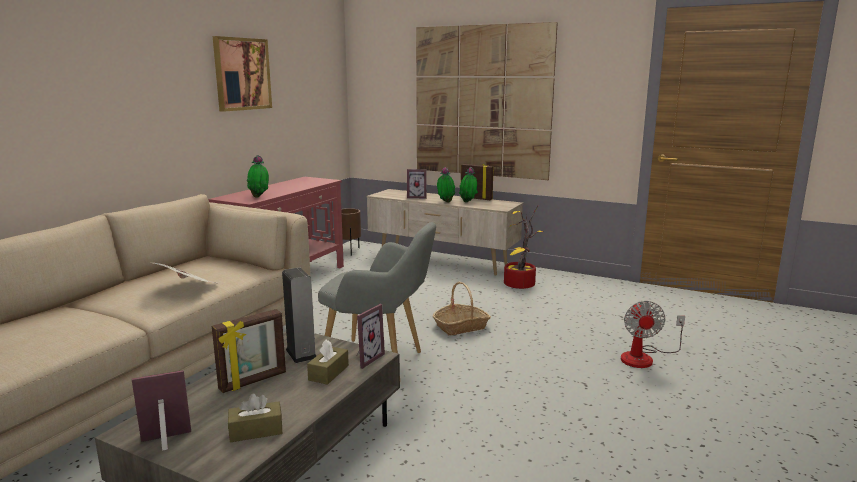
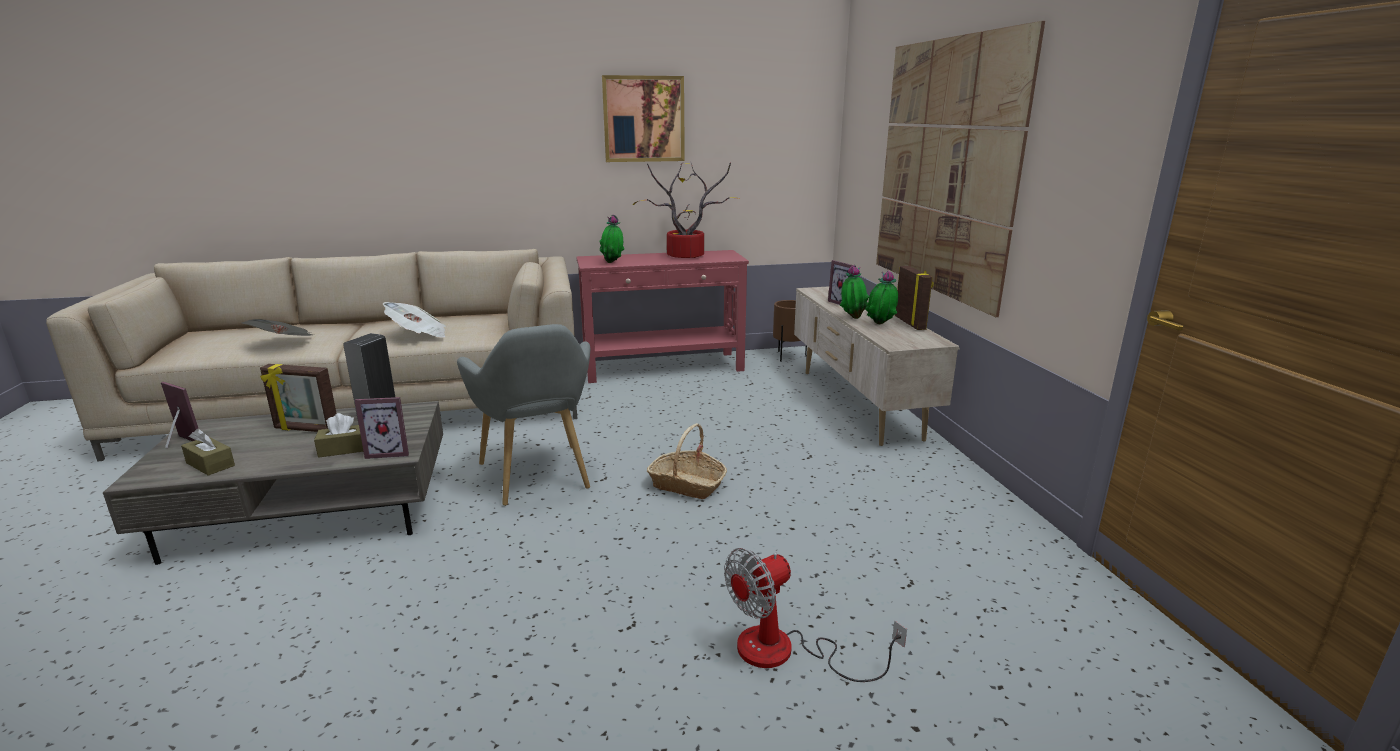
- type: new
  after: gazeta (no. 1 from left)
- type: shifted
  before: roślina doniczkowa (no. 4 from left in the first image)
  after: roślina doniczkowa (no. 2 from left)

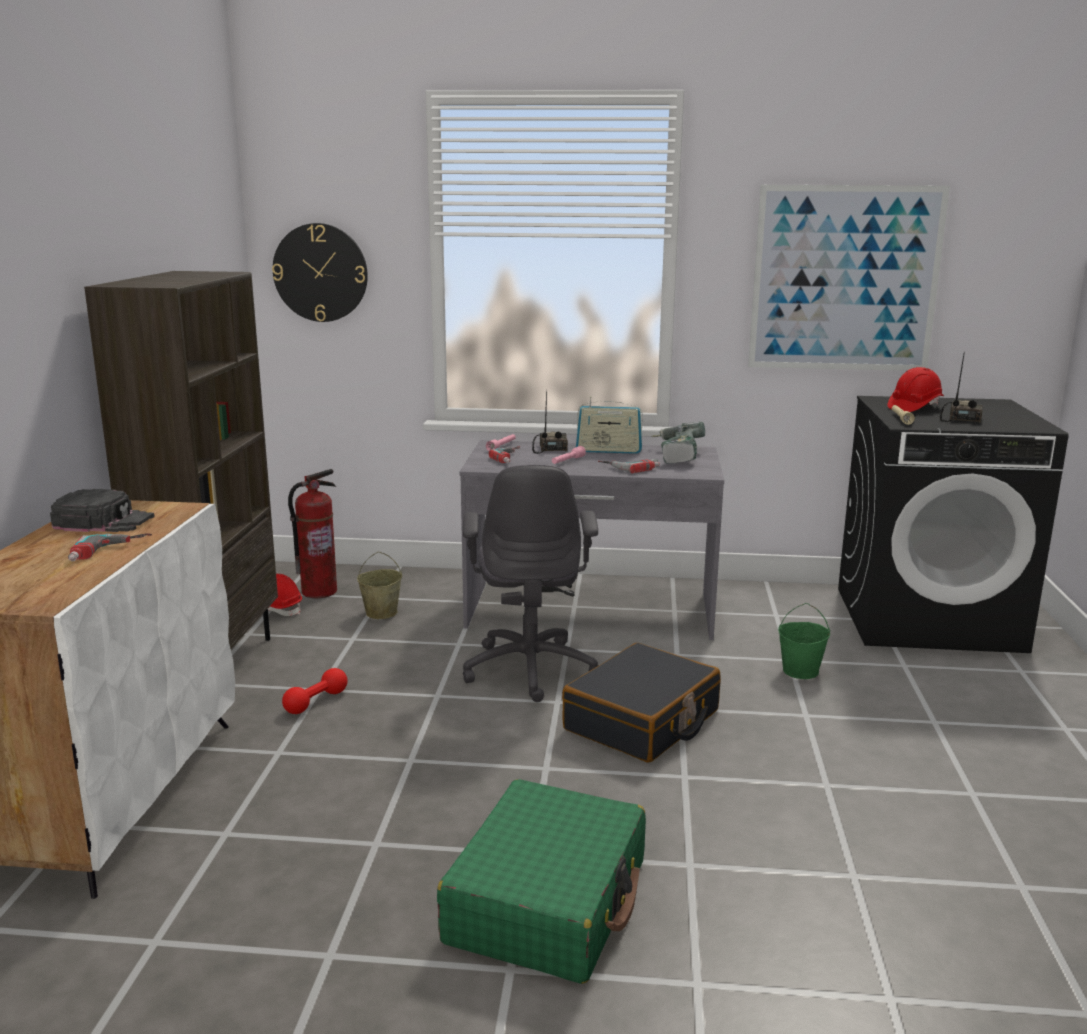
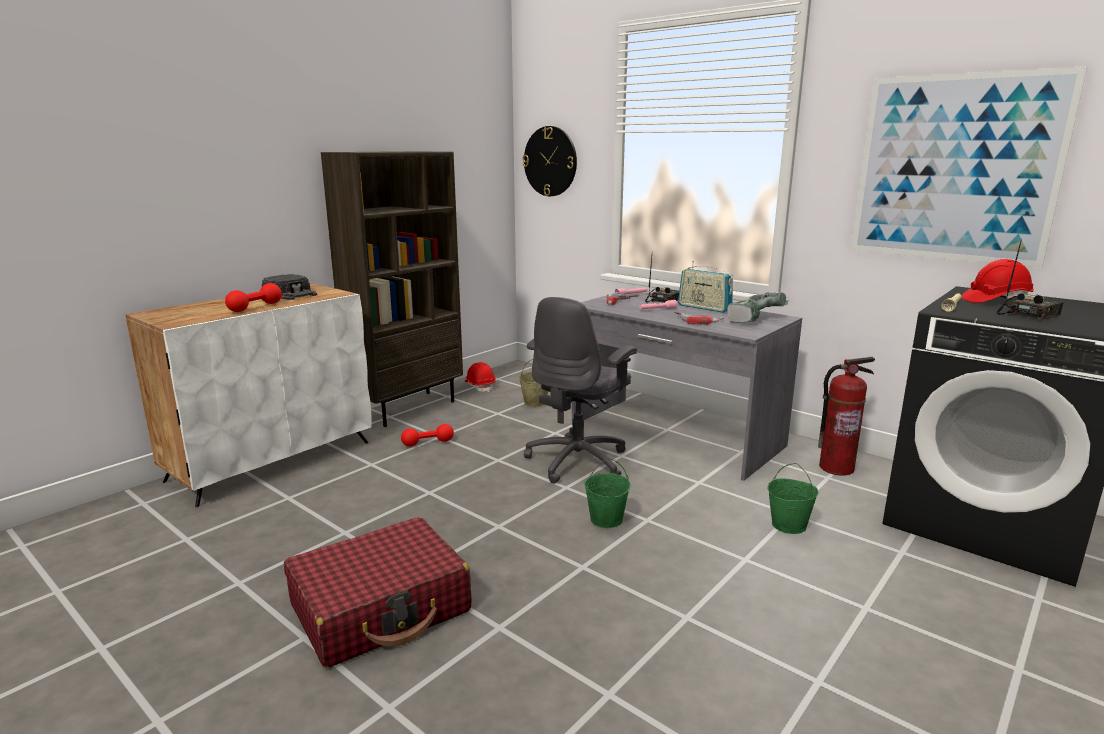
- type: shifted
  before: gaśnica
- type: swapped
  before: wiertarka (no. 1 from left)
  after: hantel (czerwony) (no. 1 from left)
- type: swapped
  before: walizka (czarny)
  after: wiadro (zielony) (no. 1 from left)
- type: repainted
  before: walizka (zielony)
  after: walizka (czerwony)

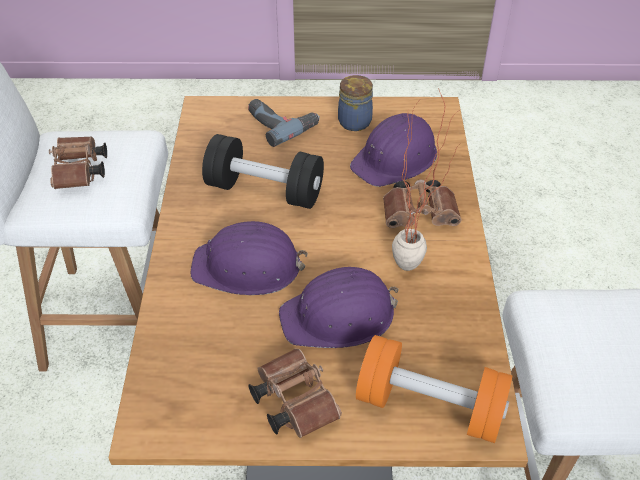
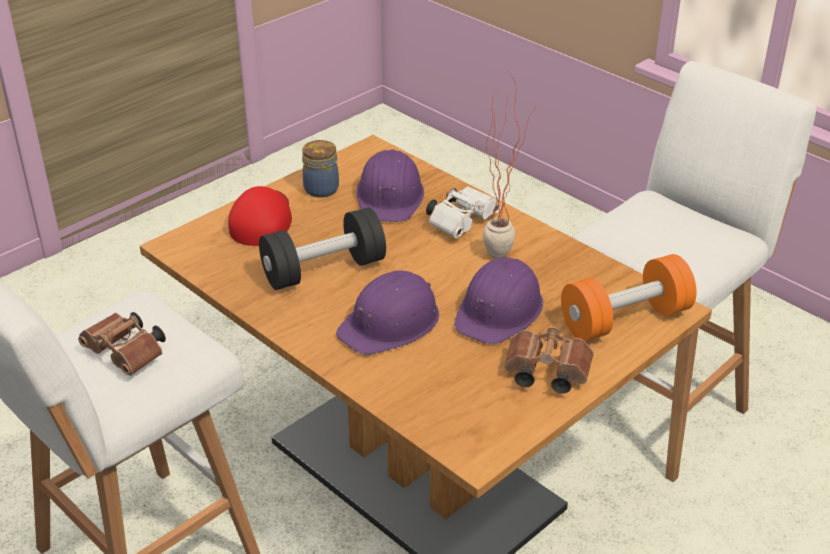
- type: swapped
  before: wiertarka
  after: czapka z daszkiem (czerwony)
- type: repainted
  before: lornetka (brązowy) (no. 3 from left)
  after: lornetka (biały)

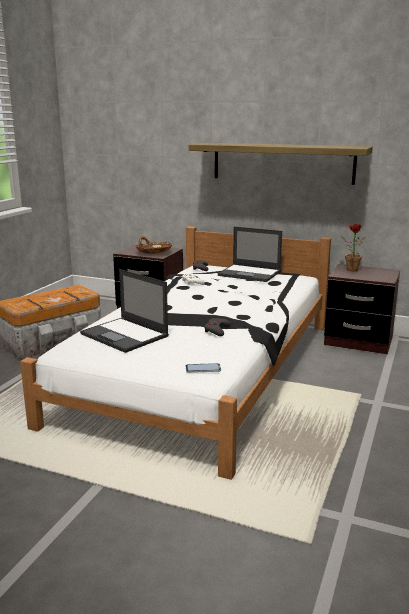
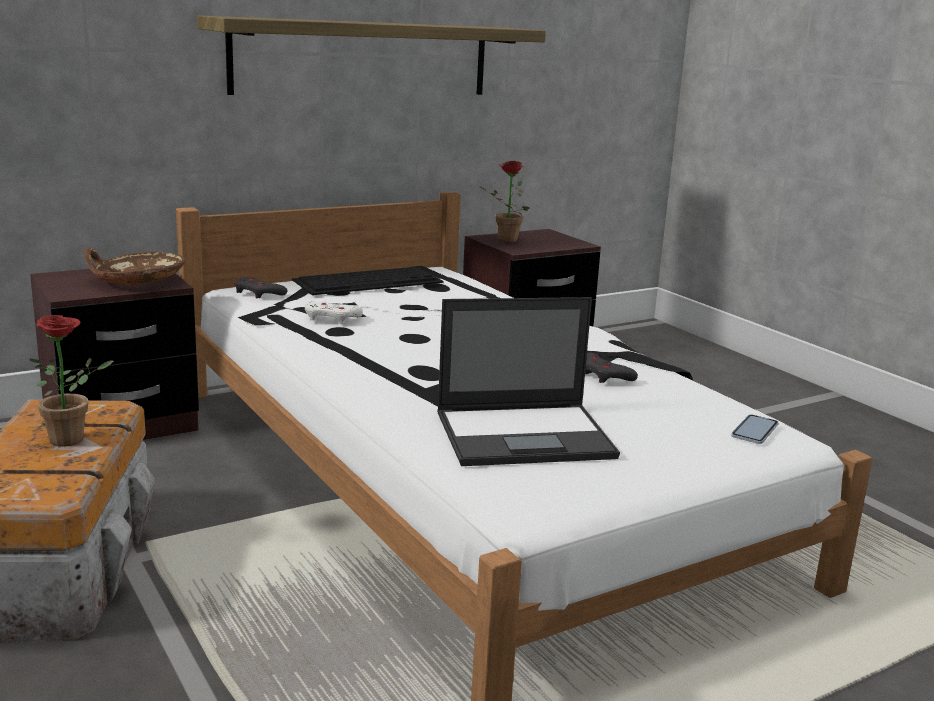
- type: new
  after: roślina doniczkowa (no. 1 from left)
- type: swapped
  before: laptop (no. 2 from left)
  after: klawiatura

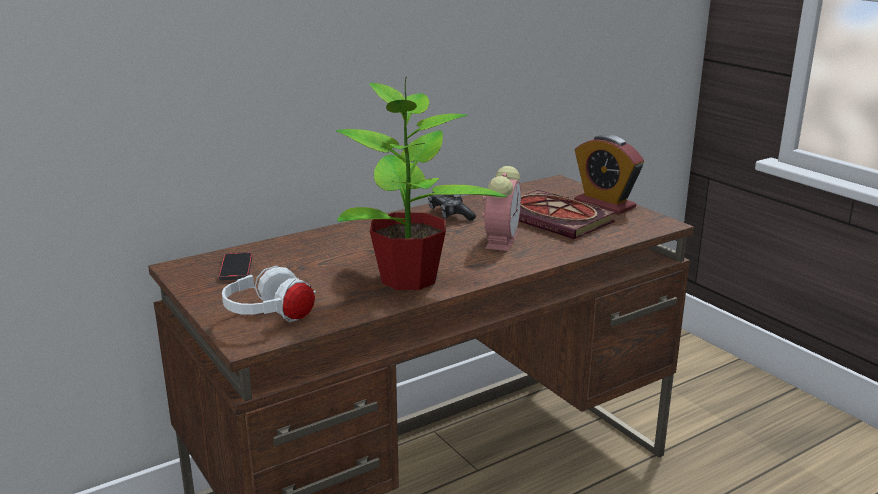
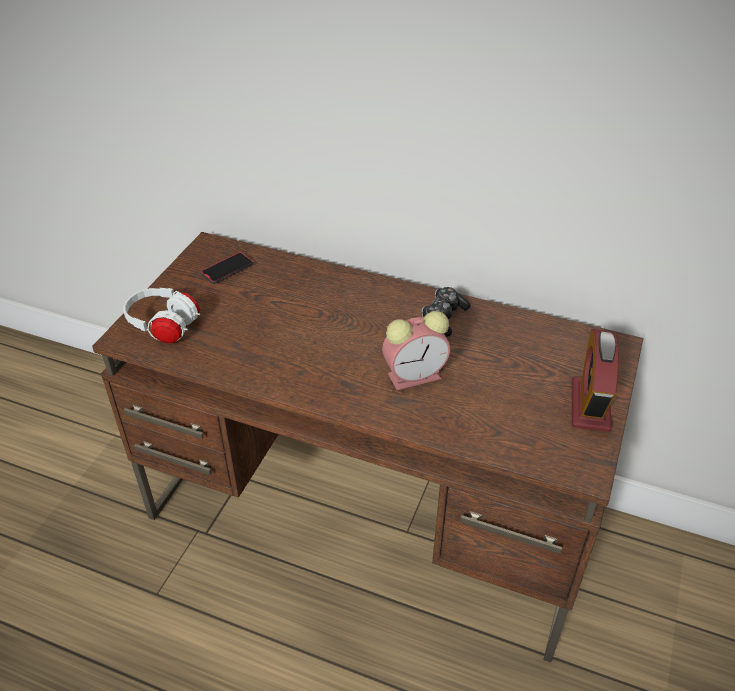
- type: gone
  before: roślina doniczkowa
- type: gone
  before: książka

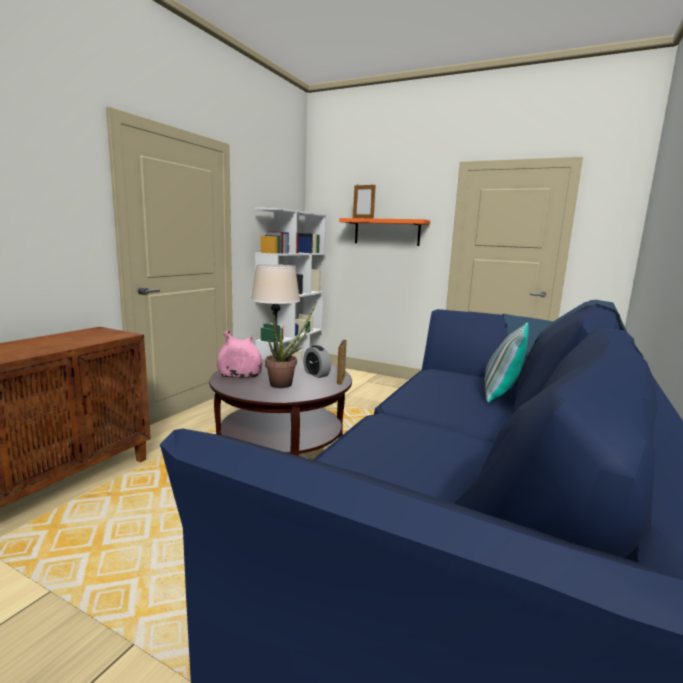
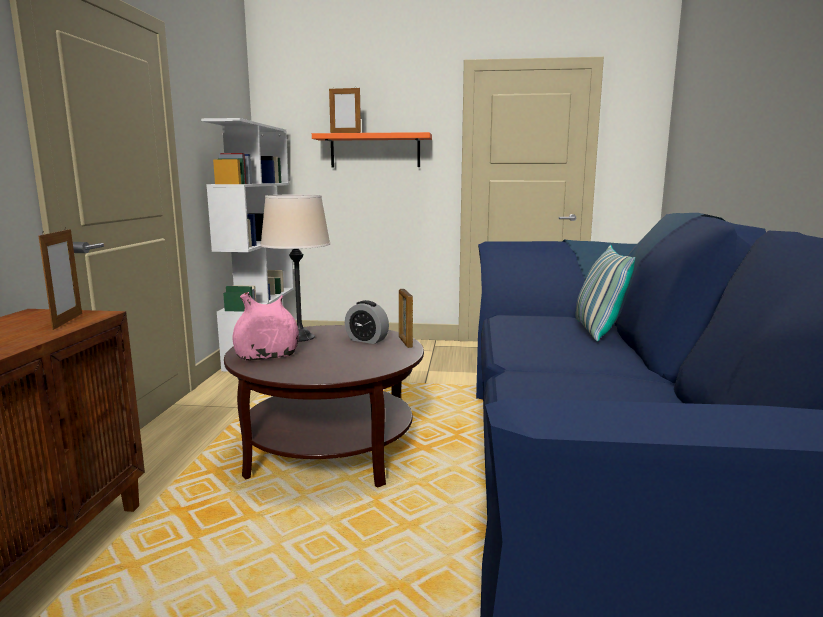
- type: gone
  before: roślina doniczkowa
- type: new
  after: ramka na zdjęcie (no. 1 from left)

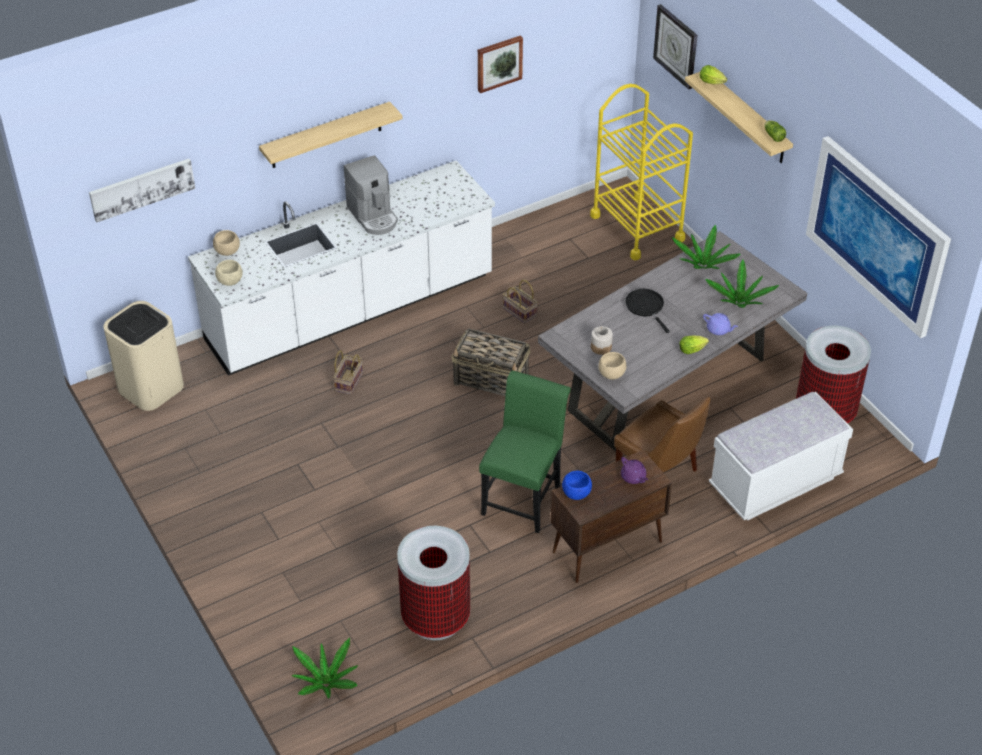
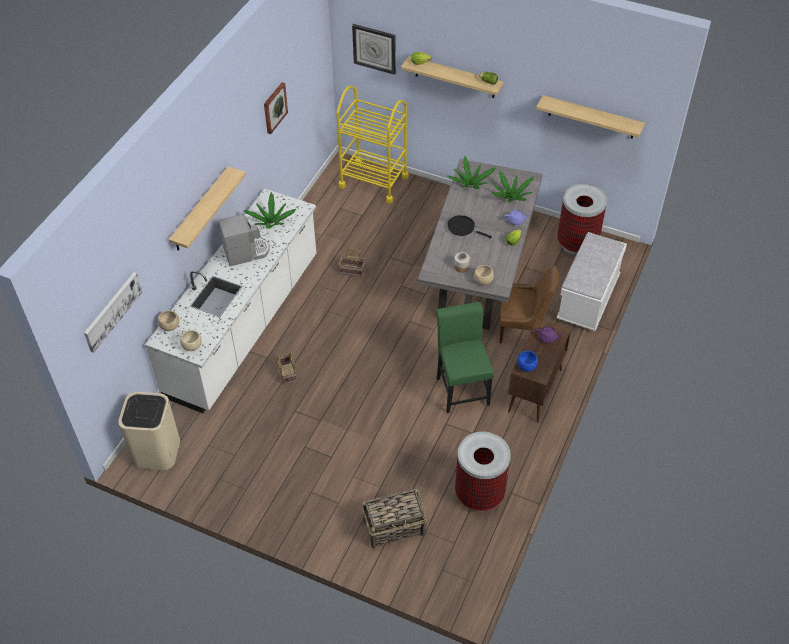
- type: shifted
  before: roślina doniczkowa (no. 1 from left)
- type: shifted
  before: koszyk (no. 2 from left in the first image)
  after: koszyk (no. 3 from left)
- type: swapped
  before: obraz (no. 3 from left)
  after: półka (no. 3 from left)
- type: rotated
  before: ekspres do kawy
  turn: -45

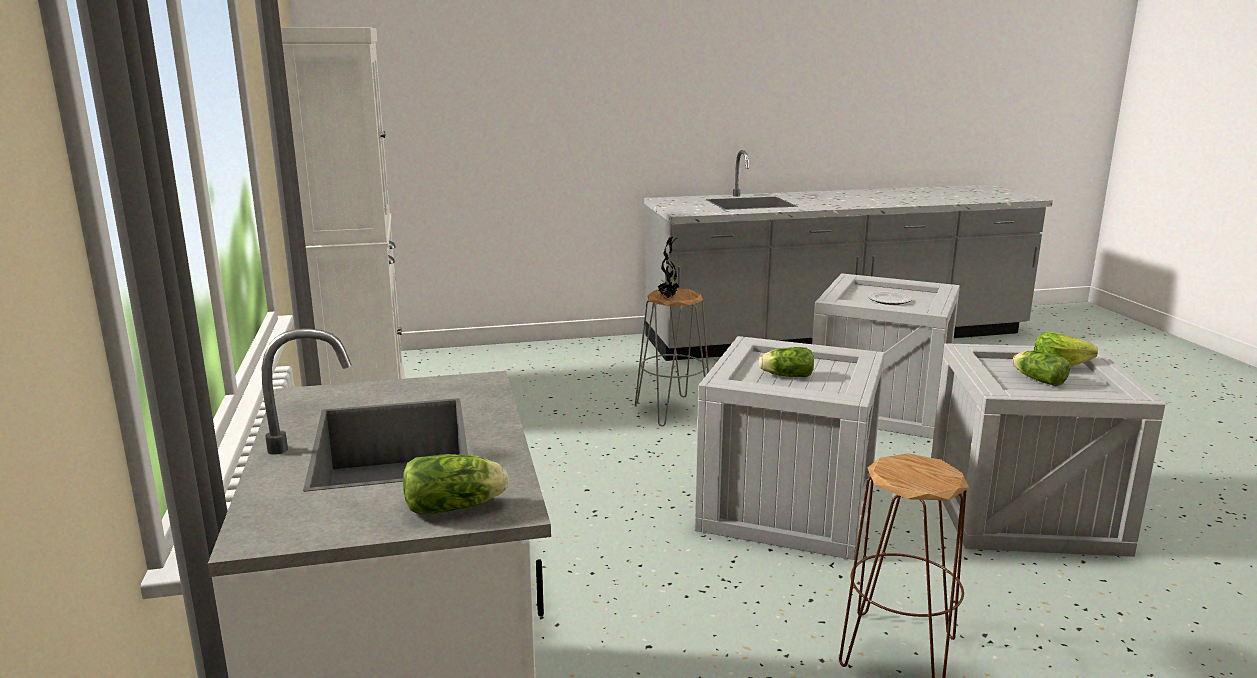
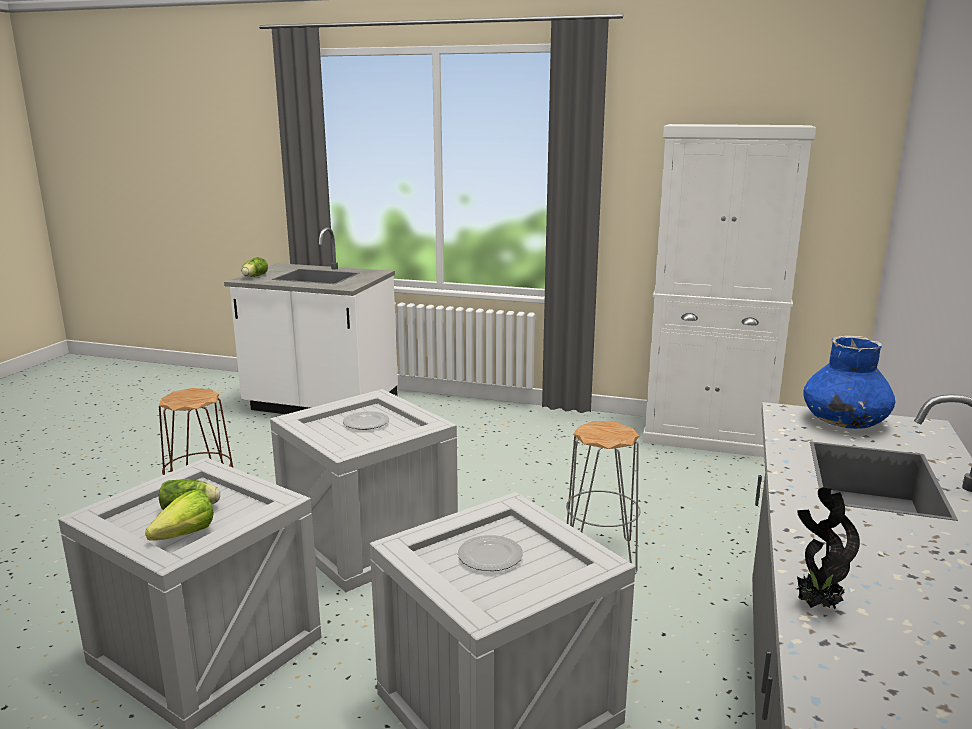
- type: new
  after: wazon (niebieski)
- type: shifted
  before: roślina doniczkowa
- type: swapped
  before: sałata (no. 2 from left)
  after: talerz (no. 1 from left)

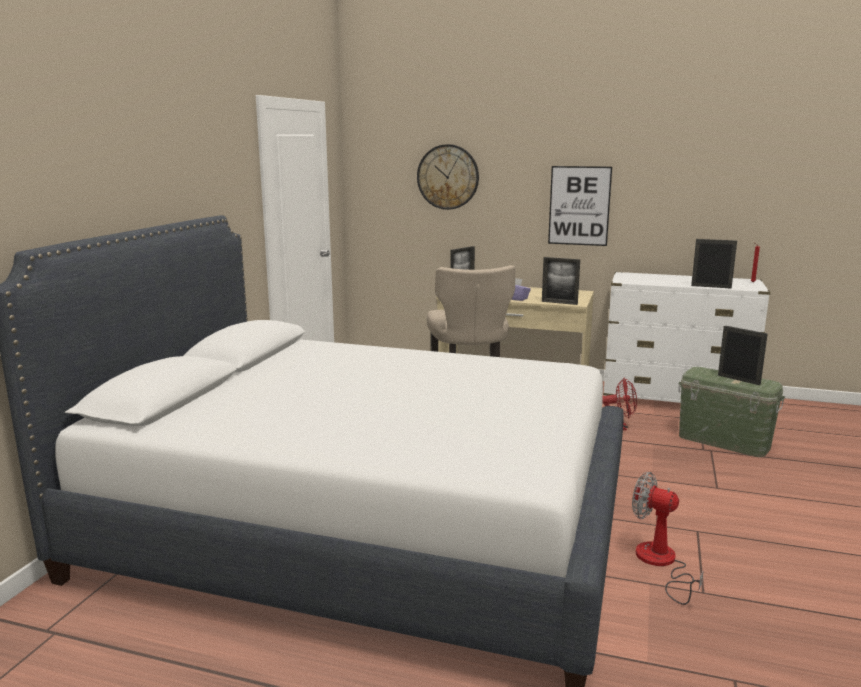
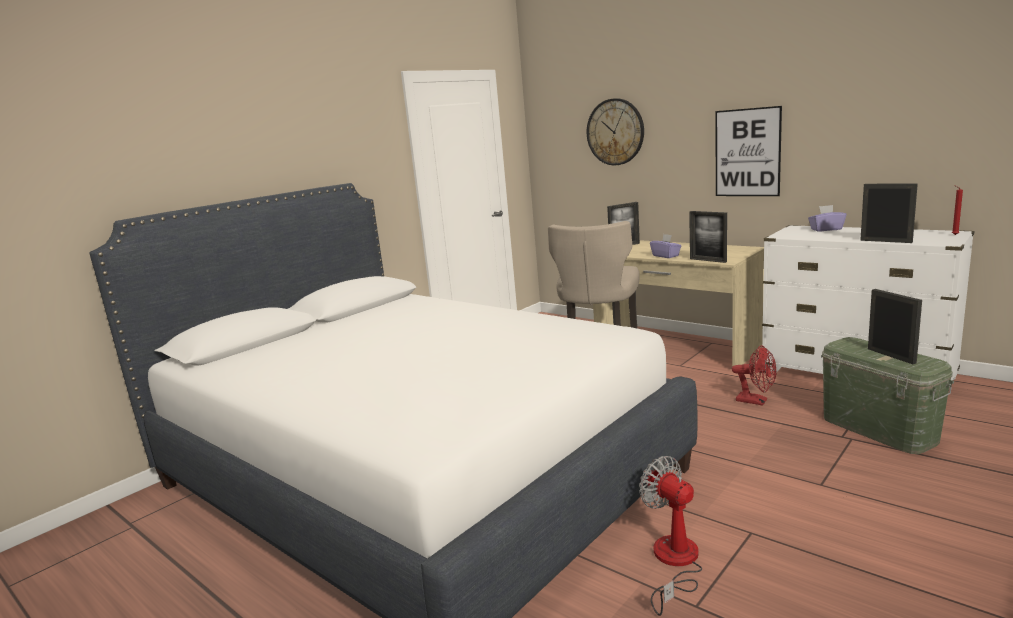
- type: new
  after: pudełko chusteczek (fioletowy) (no. 2 from left)

